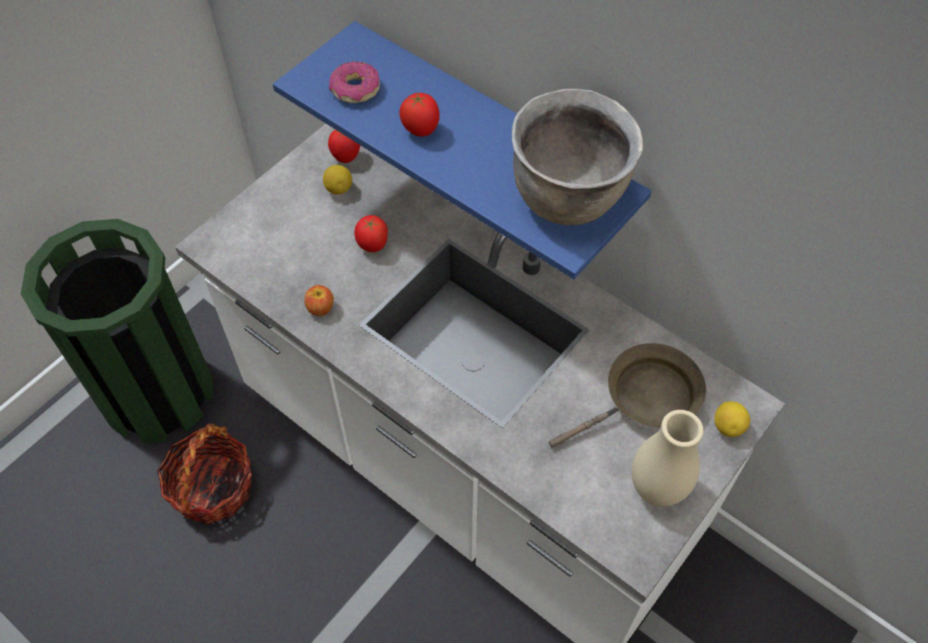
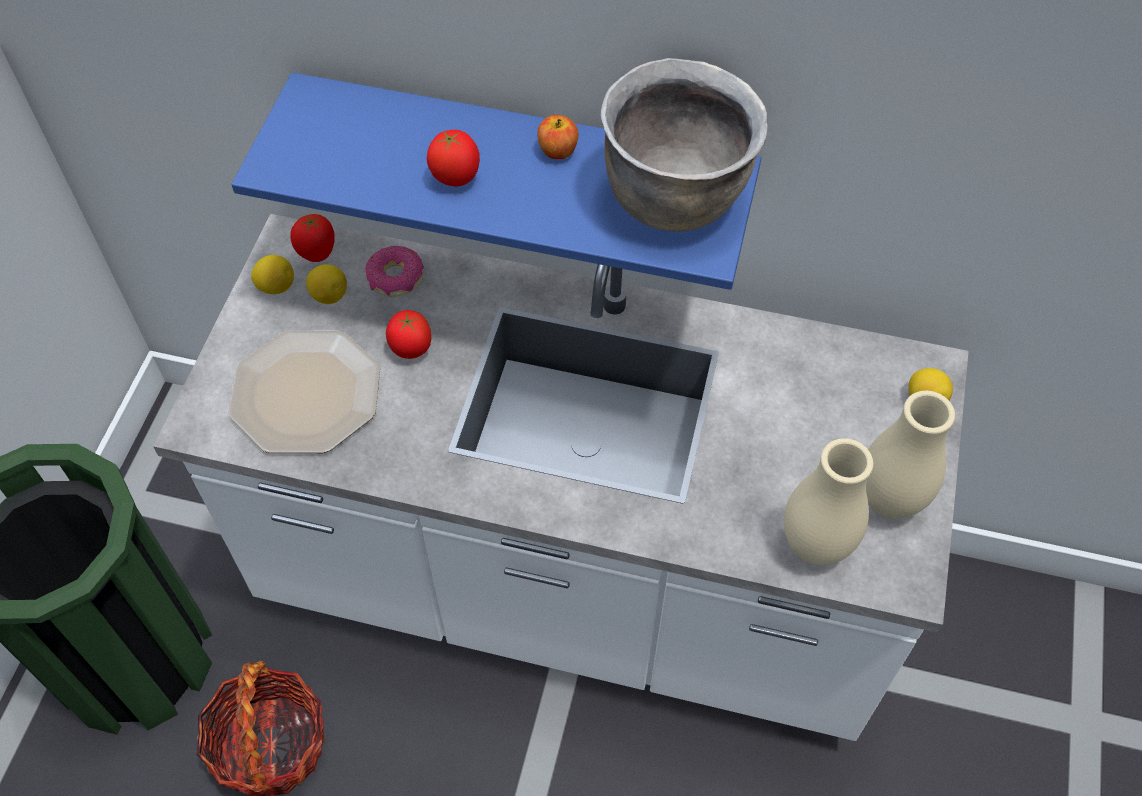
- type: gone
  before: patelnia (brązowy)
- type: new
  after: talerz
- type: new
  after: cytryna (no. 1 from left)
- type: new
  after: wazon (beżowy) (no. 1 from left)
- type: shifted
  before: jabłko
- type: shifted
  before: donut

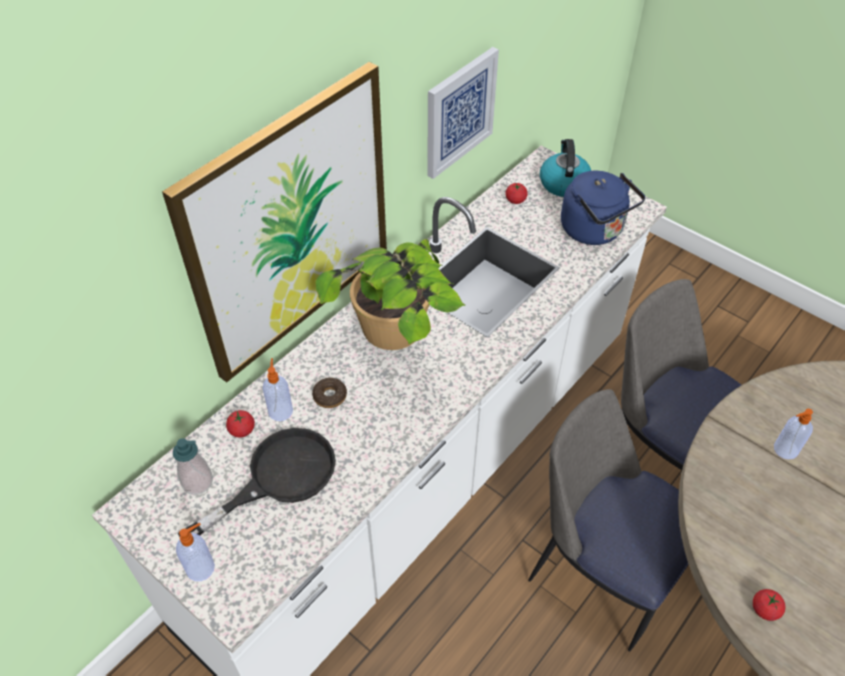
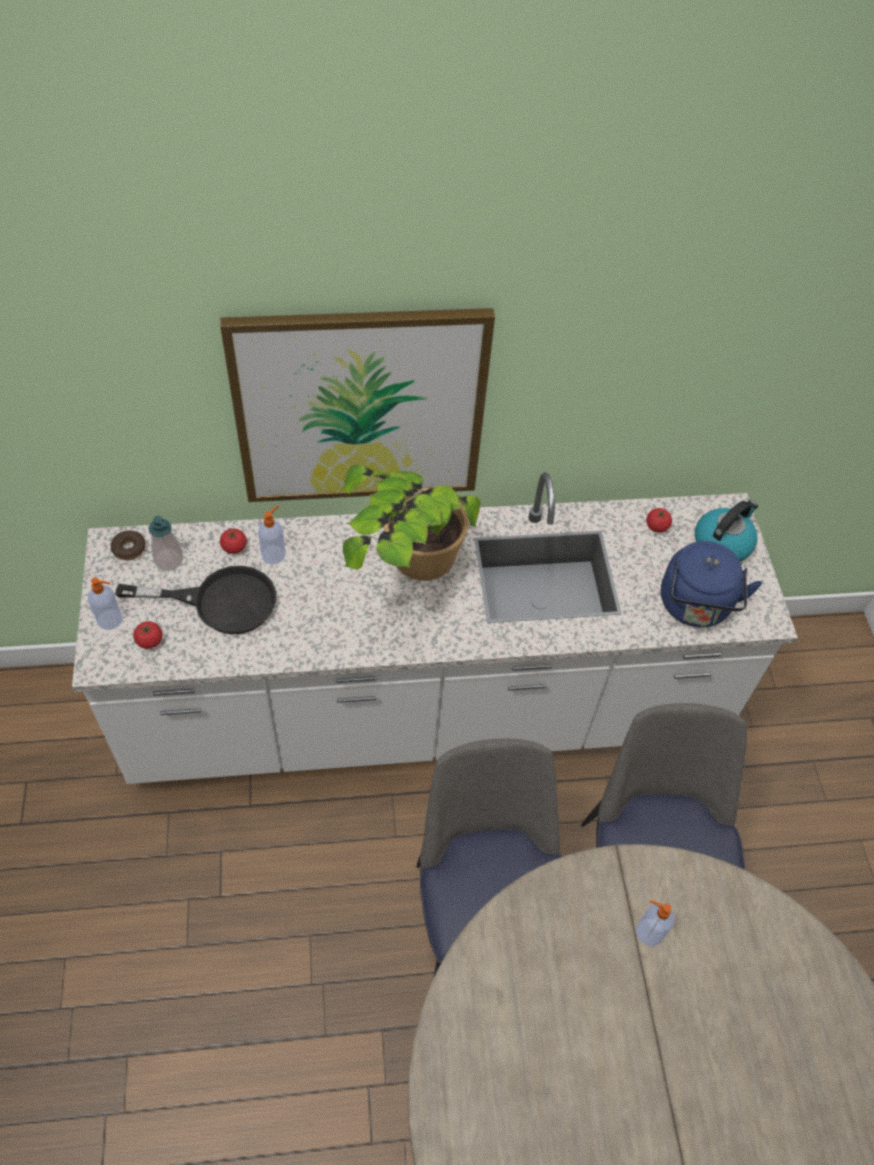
- type: gone
  before: obraz (no. 2 from left)
- type: shifted
  before: donut
- type: shifted
  before: pomidor (no. 3 from left in the first image)
  after: pomidor (no. 1 from left)

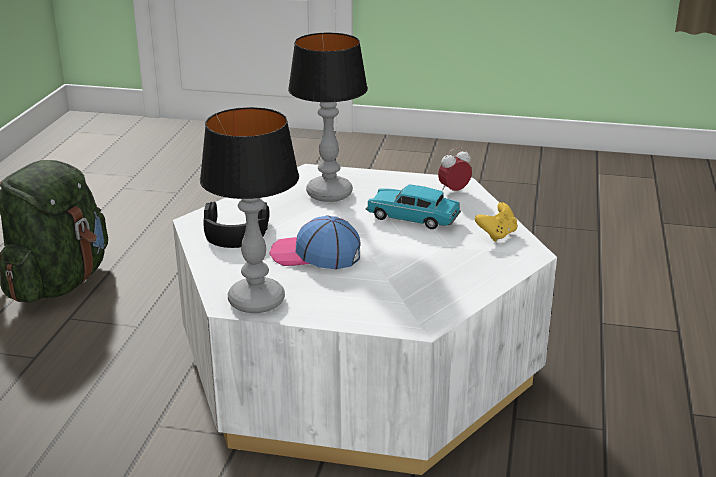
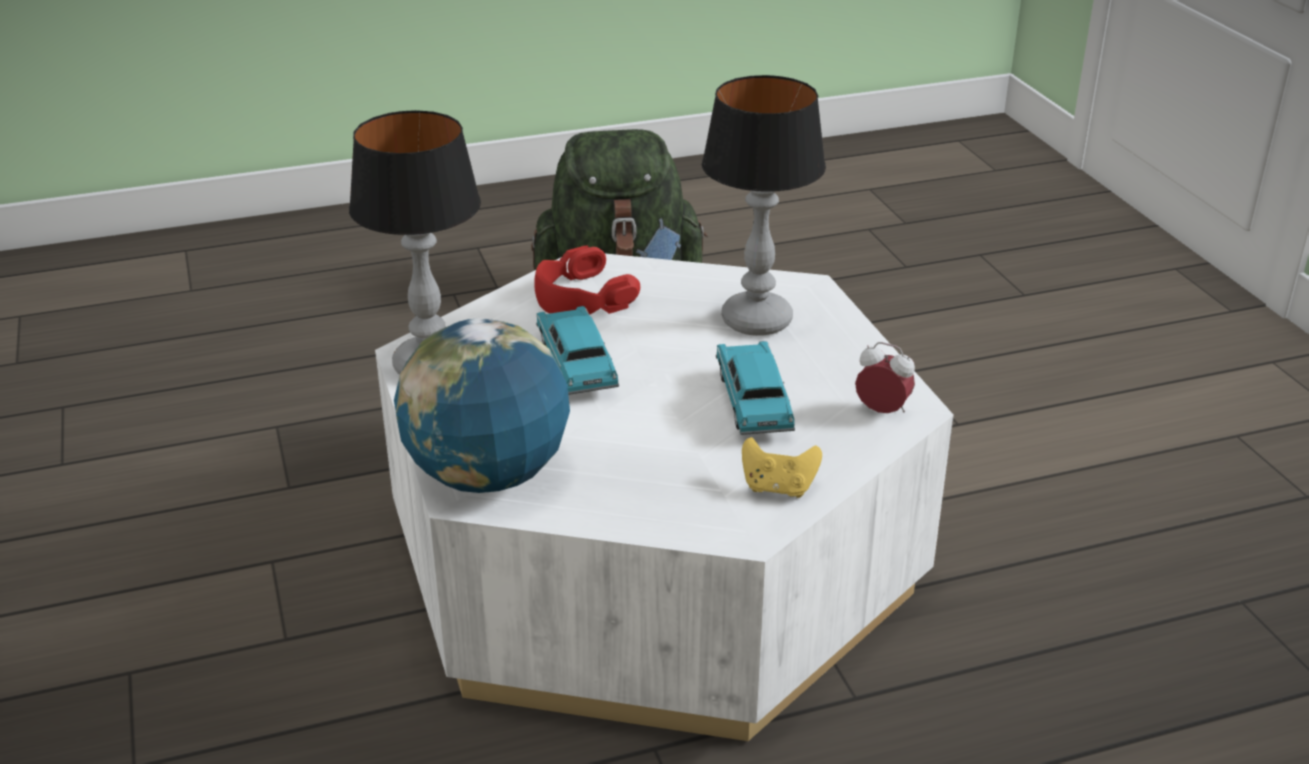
- type: new
  after: globus
- type: swapped
  before: czapka z daszkiem
  after: samochodzik (turkusowy) (no. 1 from left)
- type: repainted
  before: słuchawki (czarny)
  after: słuchawki (czerwony)

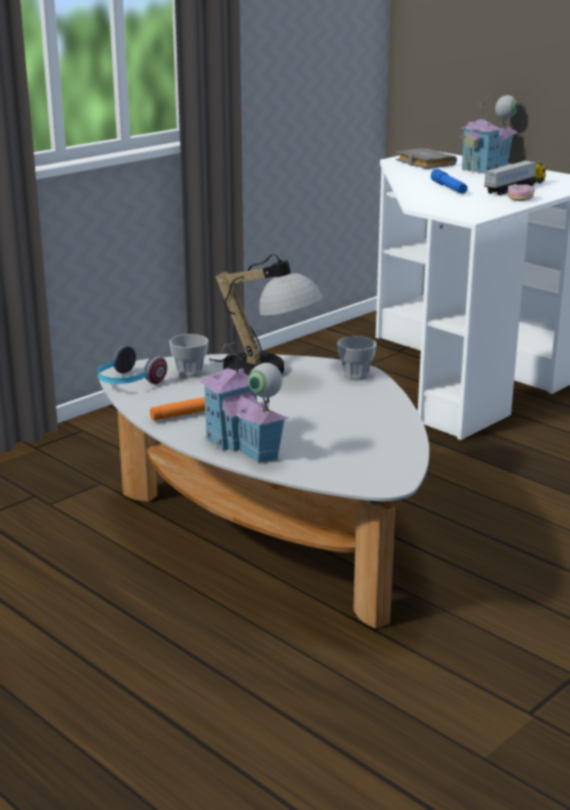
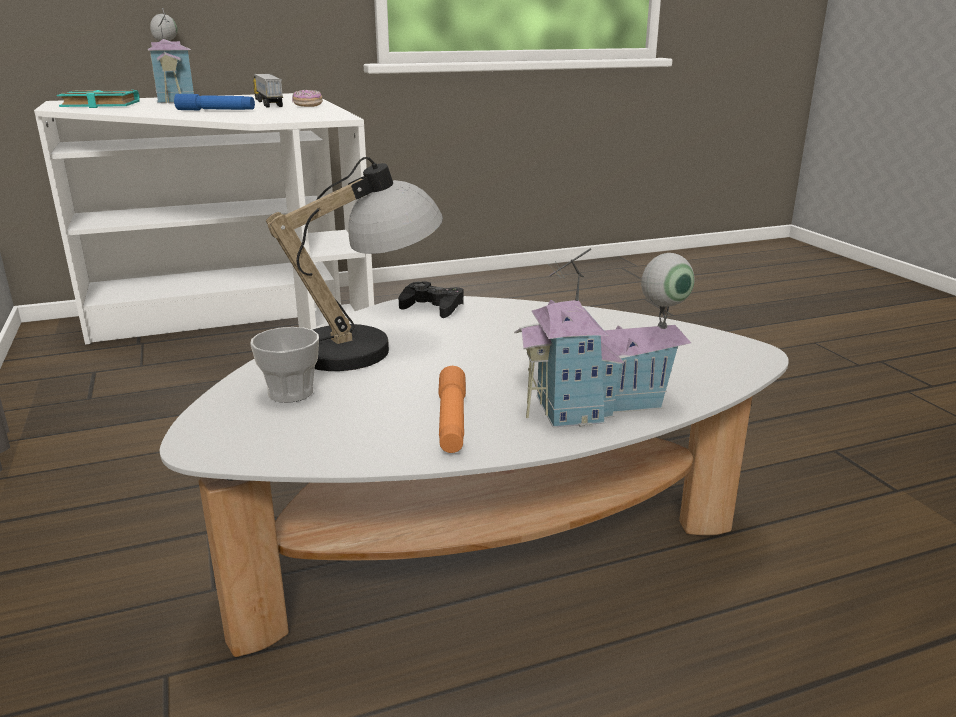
- type: gone
  before: słuchawki
- type: swapped
  before: filiżanka (no. 2 from left)
  after: pad do gier (czarny)
- type: repainted
  before: książka (szary)
  after: książka (turkusowy)

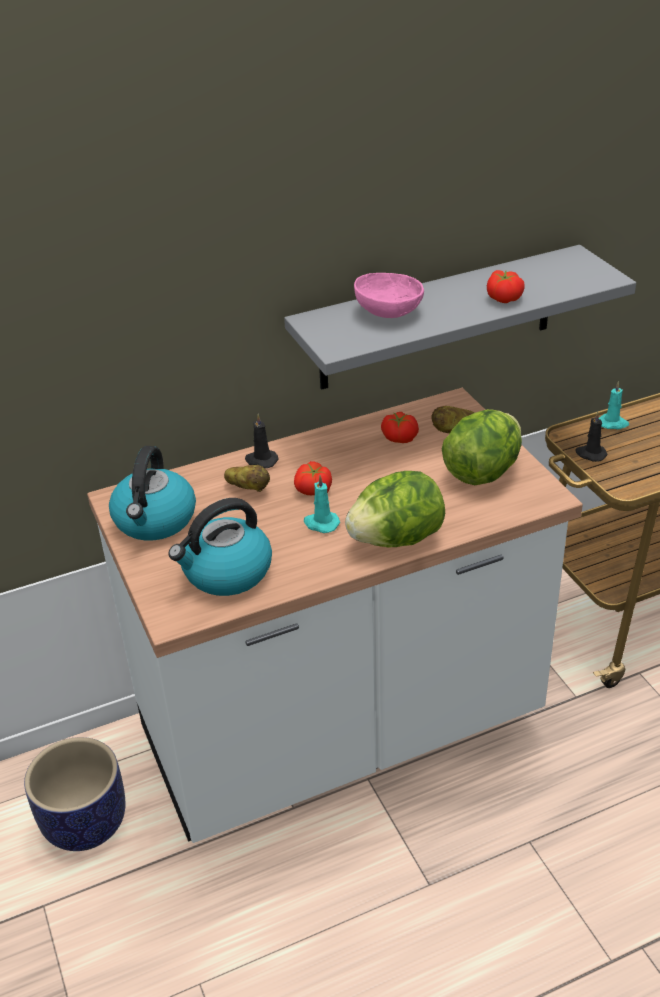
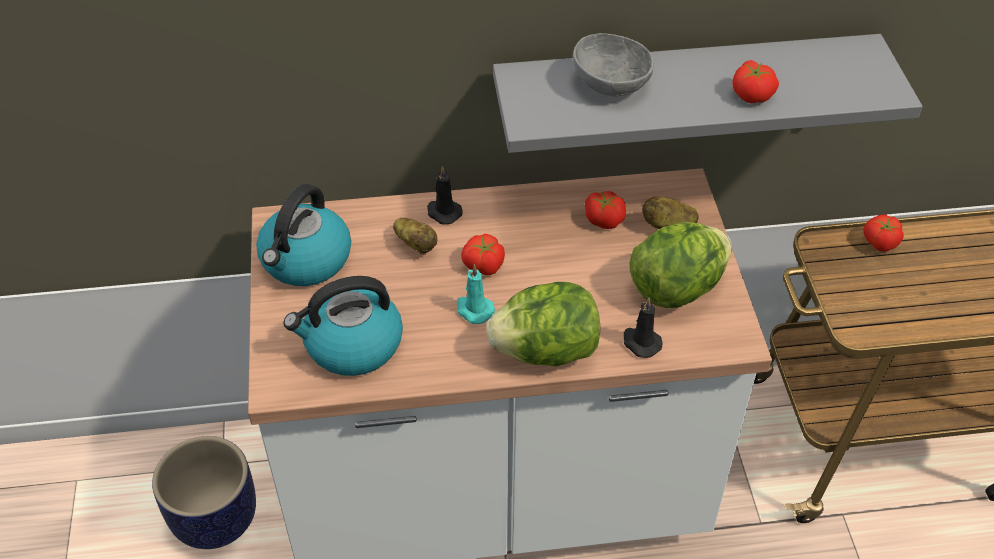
- type: shifted
  before: świeca (czarny) (no. 2 from left)
- type: swapped
  before: świeca (turkusowy) (no. 2 from left)
  after: pomidor (no. 4 from left)
- type: repainted
  before: miska (różowy)
  after: miska (szary)

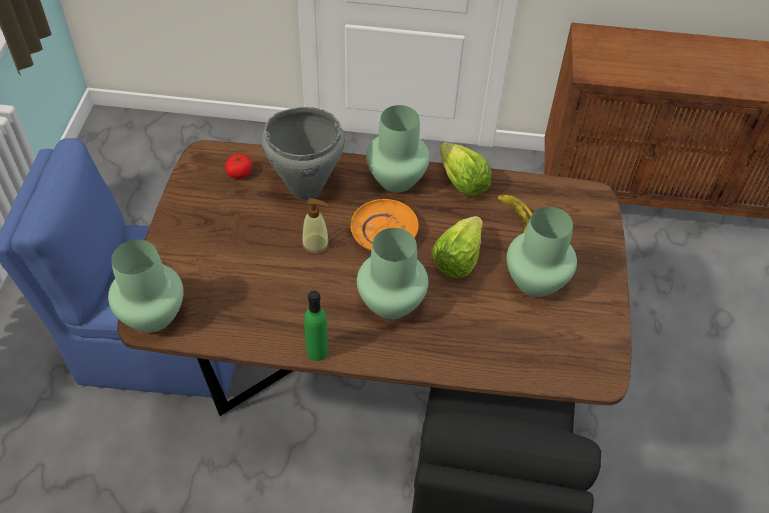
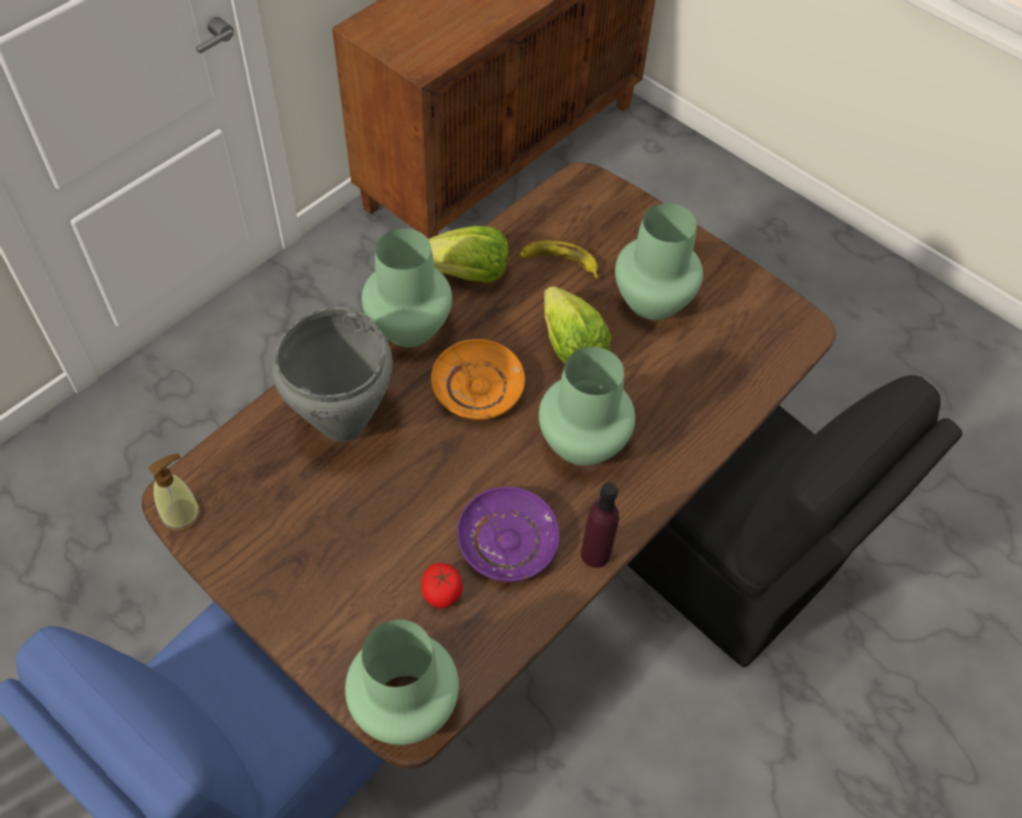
- type: new
  after: talerz (fioletowy)
- type: shifted
  before: pomidor
- type: shifted
  before: dozownik mydła
- type: repainted
  before: butelka (zielony)
  after: butelka (fioletowy)

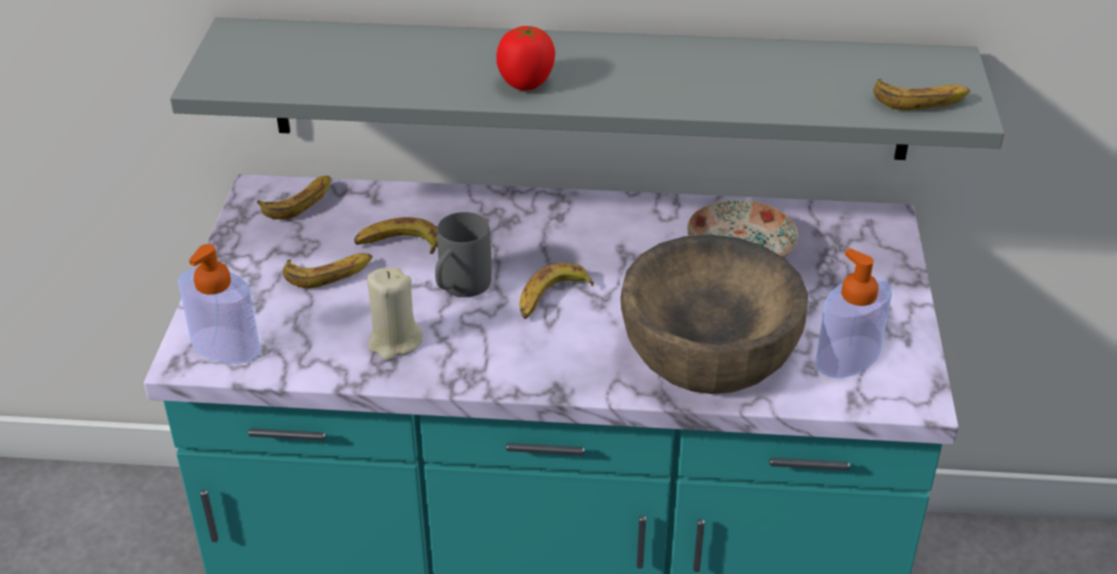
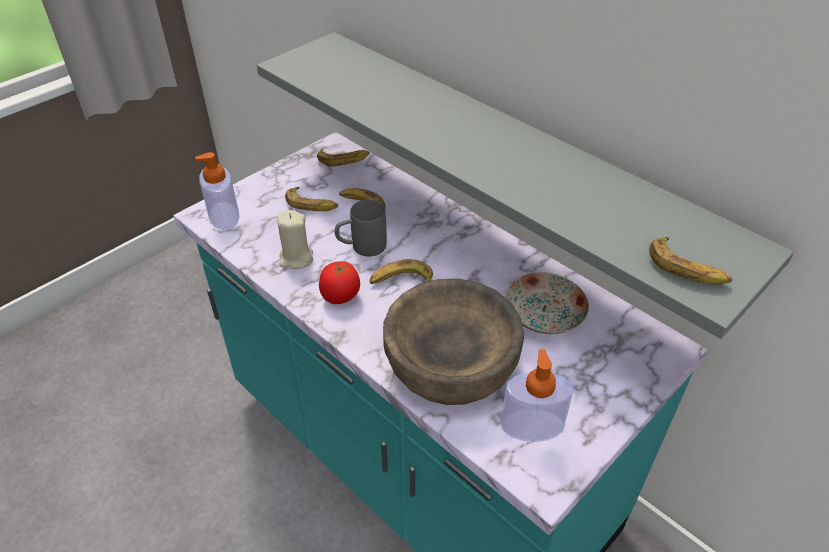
- type: shifted
  before: pomidor

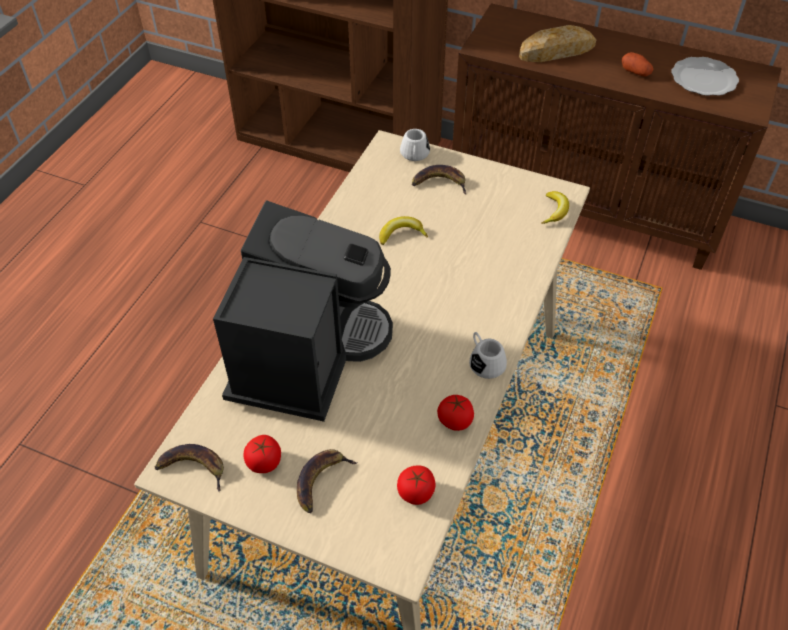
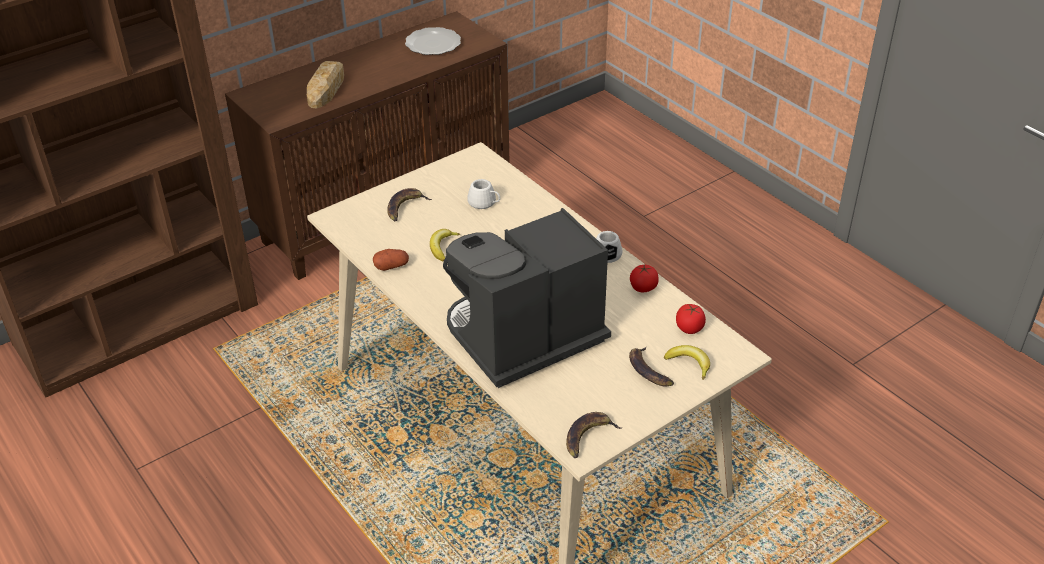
- type: gone
  before: pomidor (no. 1 from left)
- type: shifted
  before: kubek (biały) (no. 1 from left)
- type: shifted
  before: banan (no. 5 from left)
- type: shifted
  before: ziemniak
- type: rotated
  before: ekspres do kawy
  turn: -75

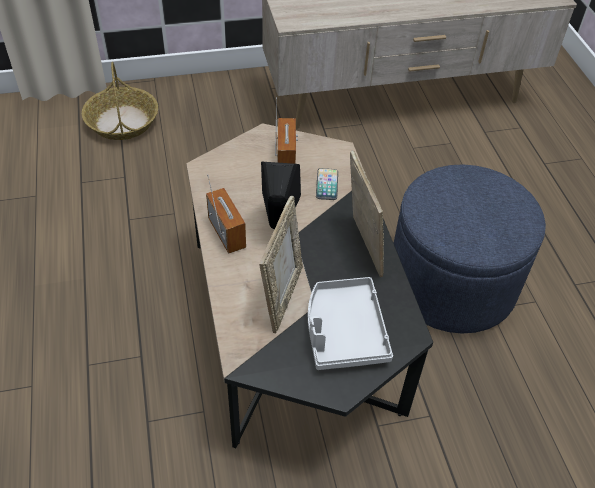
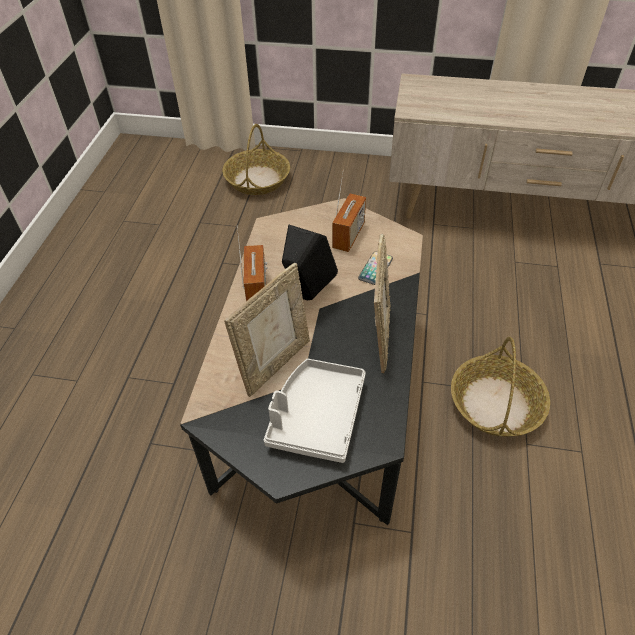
- type: swapped
  before: pufa (niebieski)
  after: koszyk (no. 2 from left)

